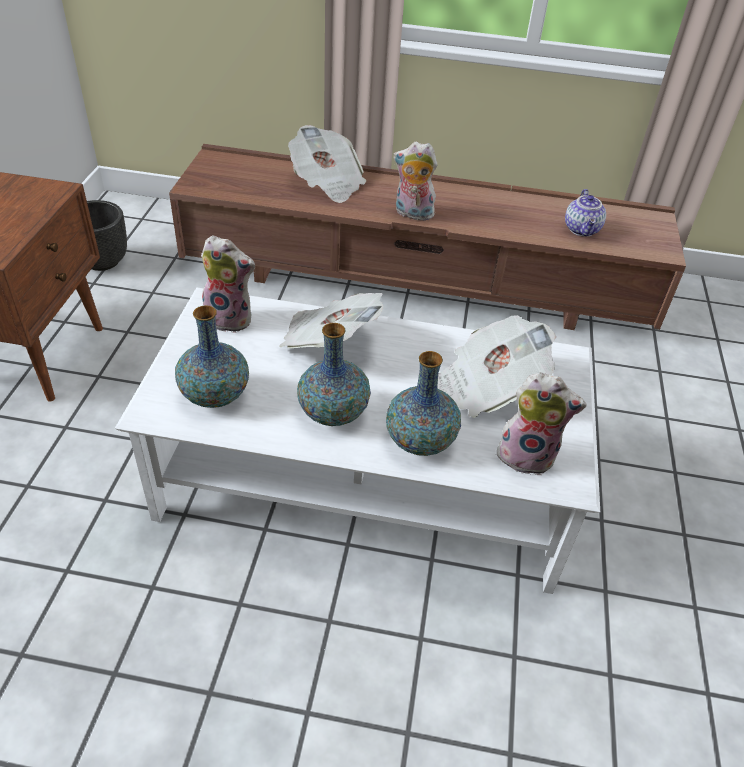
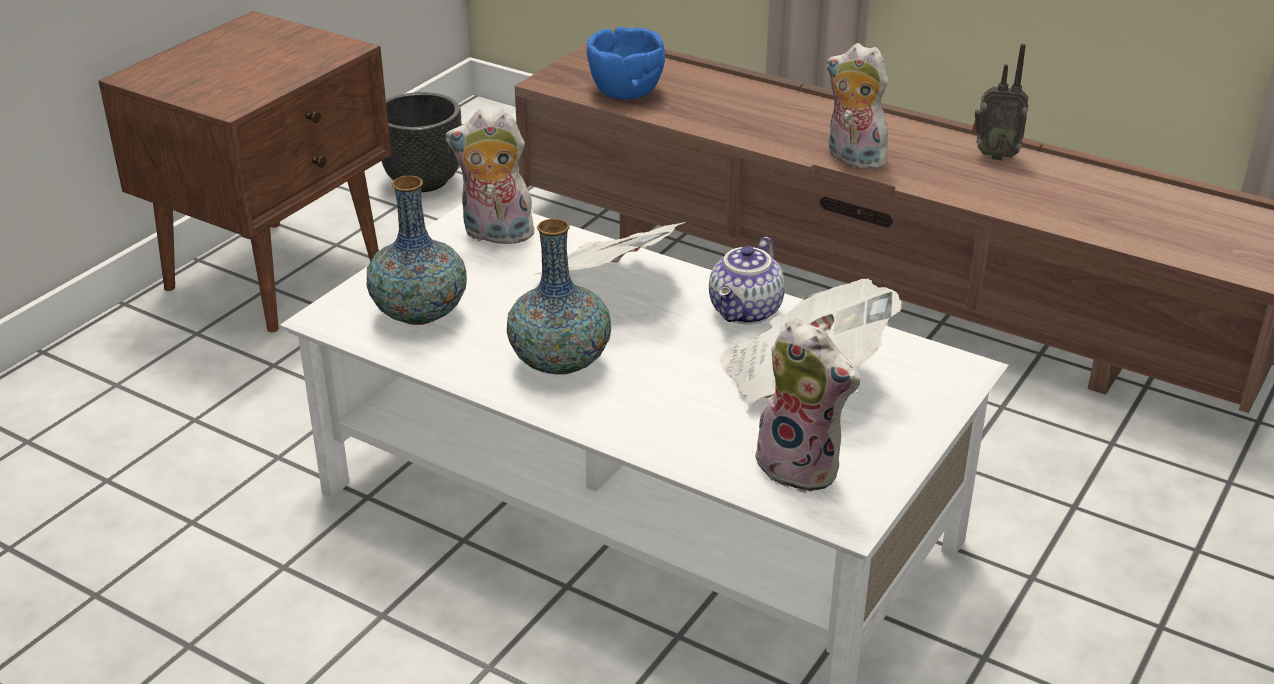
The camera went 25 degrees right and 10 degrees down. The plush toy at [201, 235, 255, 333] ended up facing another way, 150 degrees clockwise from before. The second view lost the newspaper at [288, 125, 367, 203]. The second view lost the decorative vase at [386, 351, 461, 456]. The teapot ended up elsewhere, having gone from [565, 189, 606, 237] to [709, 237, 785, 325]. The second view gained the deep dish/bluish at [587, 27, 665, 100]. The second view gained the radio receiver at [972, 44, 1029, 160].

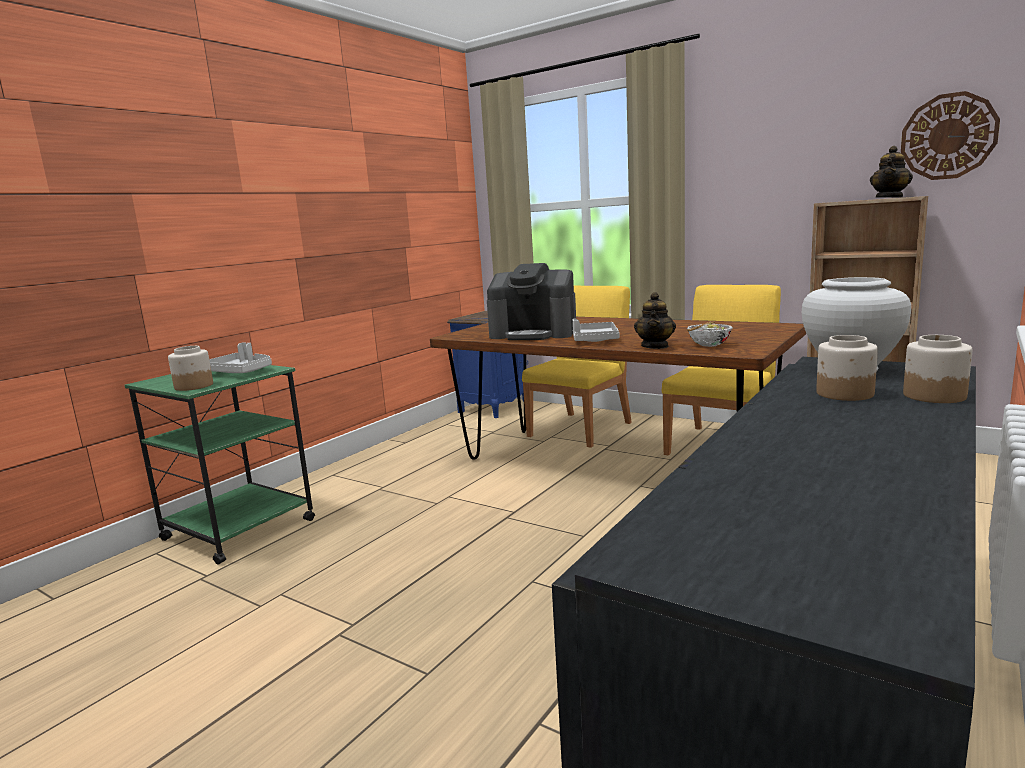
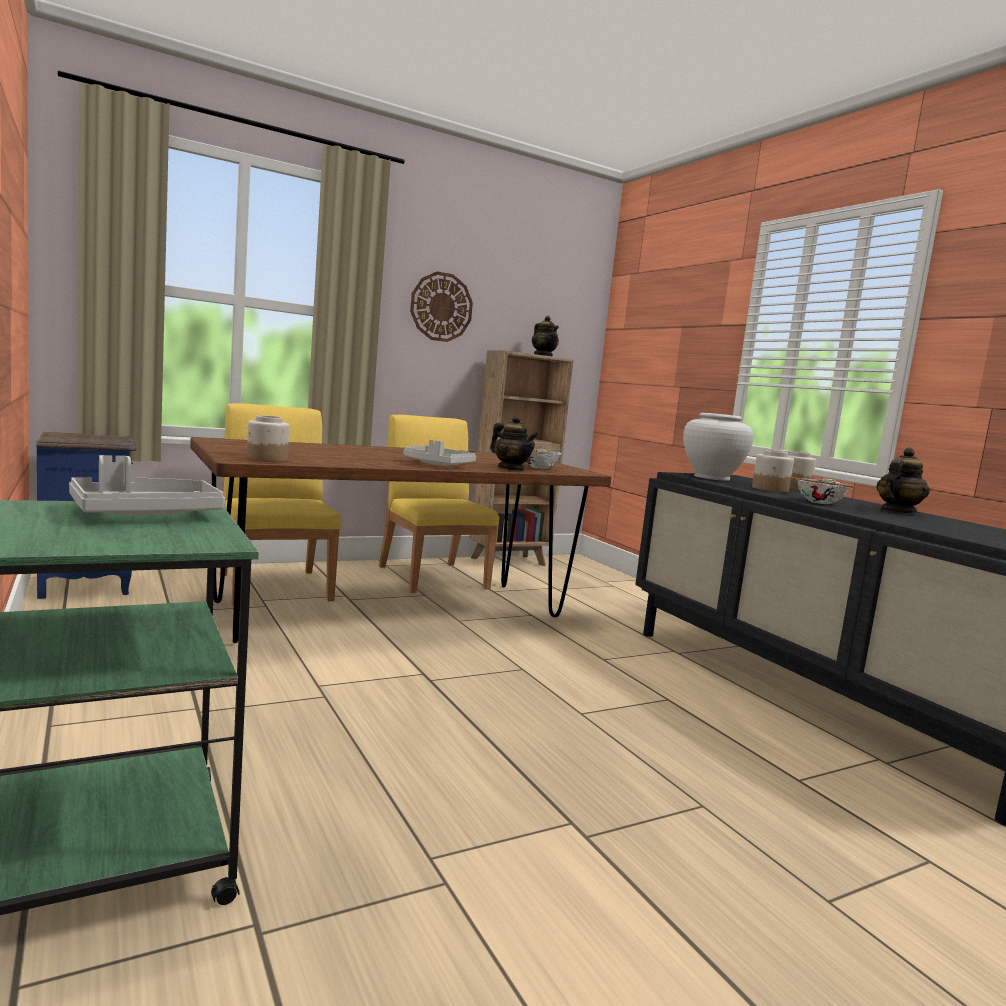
The camera went 65 degrees left and 5 degrees down. The storage jar ended up elsewhere, having gone from [168, 346, 213, 391] to [247, 415, 290, 462]. The second view lost the coffee machine at [487, 263, 576, 340]. The clock on the wall ended up elsewhere, having gone from [901, 91, 1000, 180] to [410, 271, 473, 342]. The second view gained the deep dish at [788, 477, 855, 504]. The second view gained the teapot at [876, 448, 930, 513].

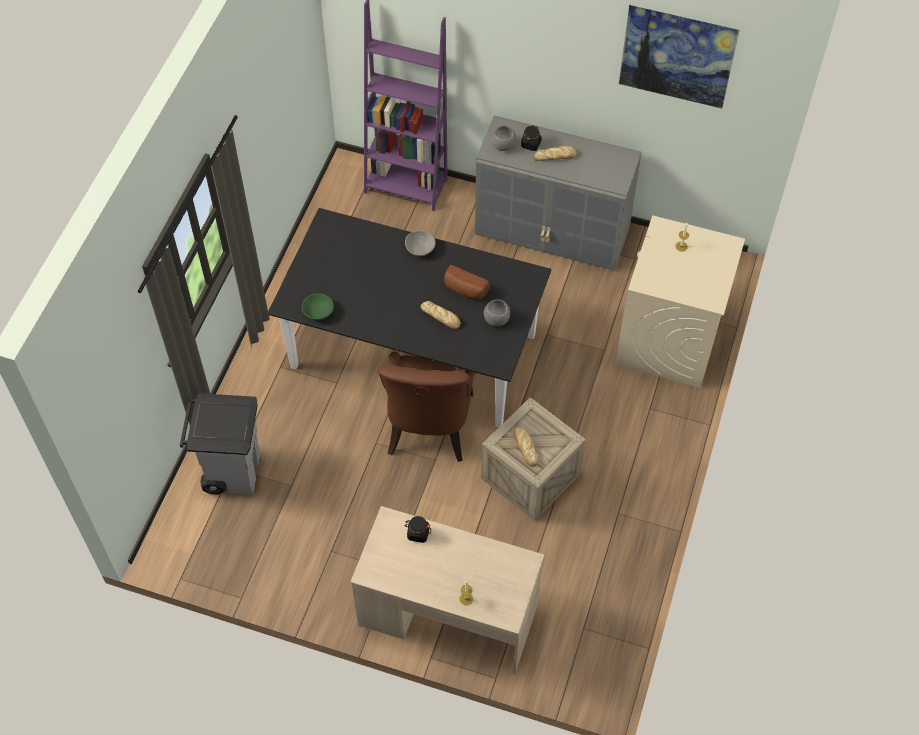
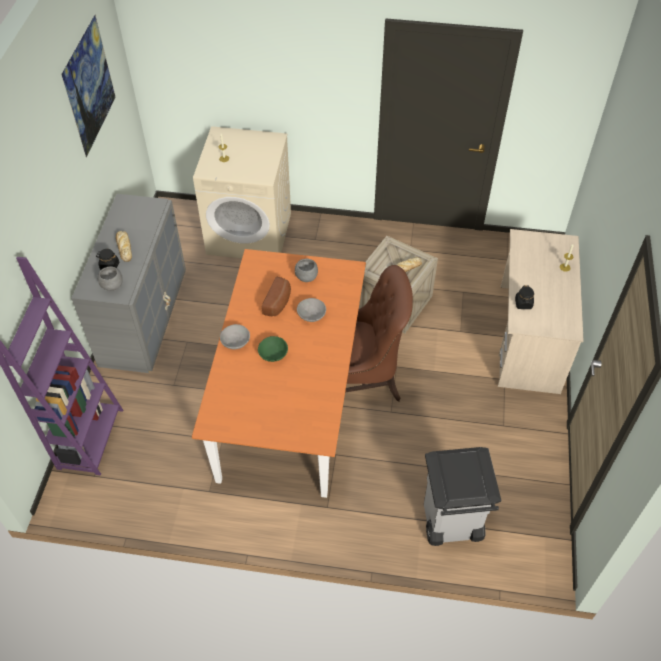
The camera went 100 degrees left and 5 degrees down. What was the kitchen table/blackish at [268, 208, 551, 427] turned into the kitchen table/orange-coloured at [192, 249, 366, 498]. The deep dish/green ended up elsewhere, having gone from [302, 293, 334, 320] to [258, 336, 288, 362]. Where the bread stood at [421, 301, 461, 329], the deep dish/gray came to stand at [297, 298, 326, 322].

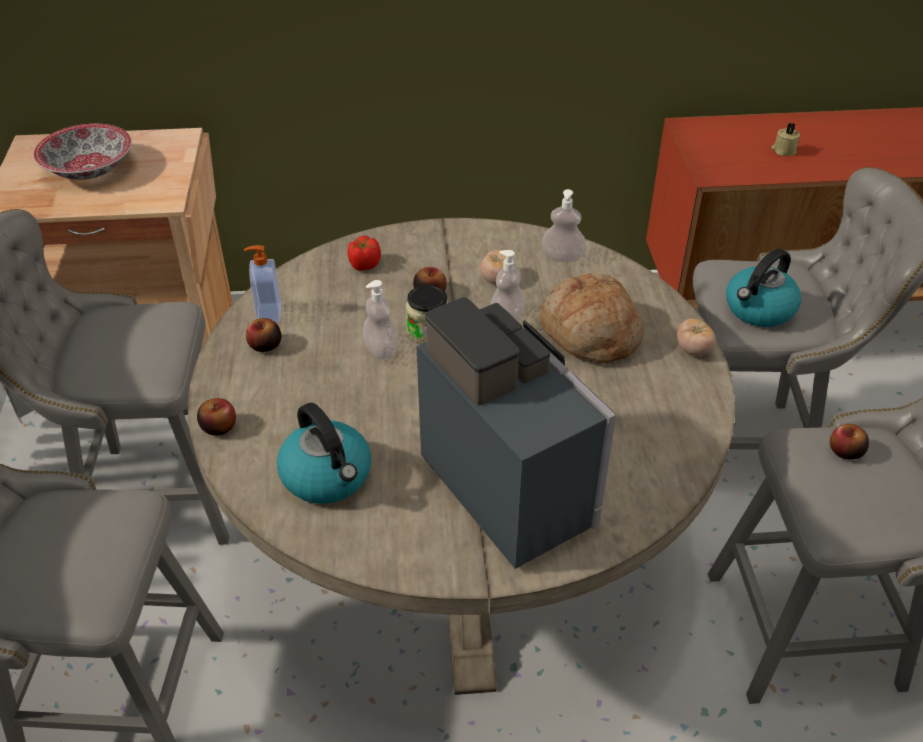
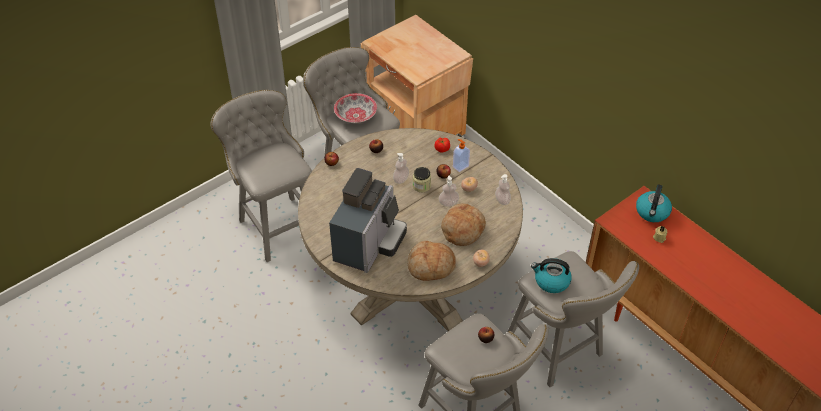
The camera went 55 degrees right and 5 degrees up. The deep dish ended up elsewhere, having gone from [33, 124, 132, 180] to [334, 93, 377, 124]. The soap bottle ended up elsewhere, having gone from [244, 245, 281, 323] to [453, 139, 470, 172]. The water kettle ended up elsewhere, having gone from [277, 403, 371, 504] to [636, 184, 672, 222]. The second view gained the bread at [408, 241, 456, 281].

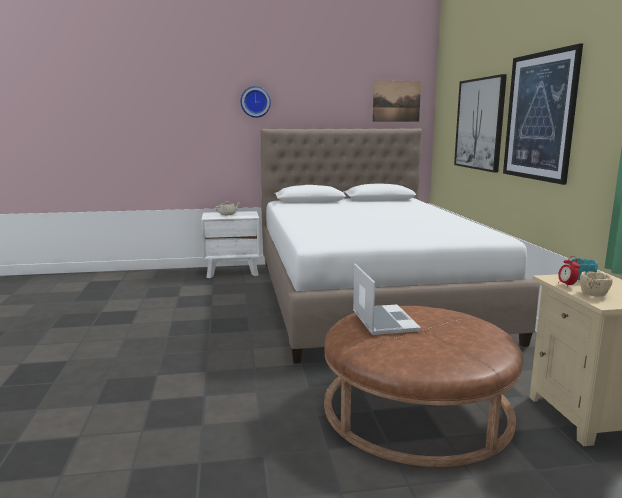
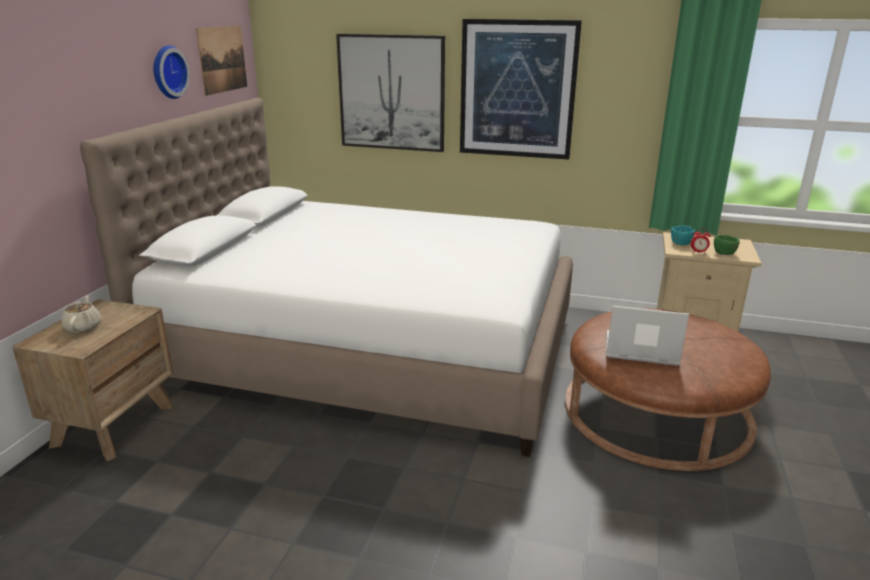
The camera went 65 degrees left and 10 degrees up. What was the nightstand/whitish at [201, 211, 260, 278] turned into the nightstand/brownish at [12, 299, 173, 461]. The clock on the wall ended up elsewhere, having gone from [240, 86, 271, 118] to [153, 45, 190, 99]. What was the deep dish/beige-coloured at [580, 271, 613, 296] turned into the deep dish/green at [714, 235, 740, 255].

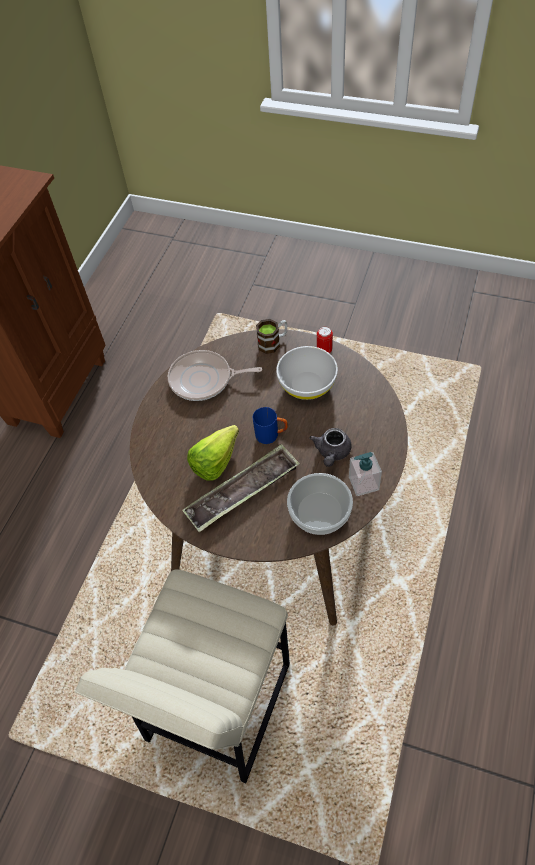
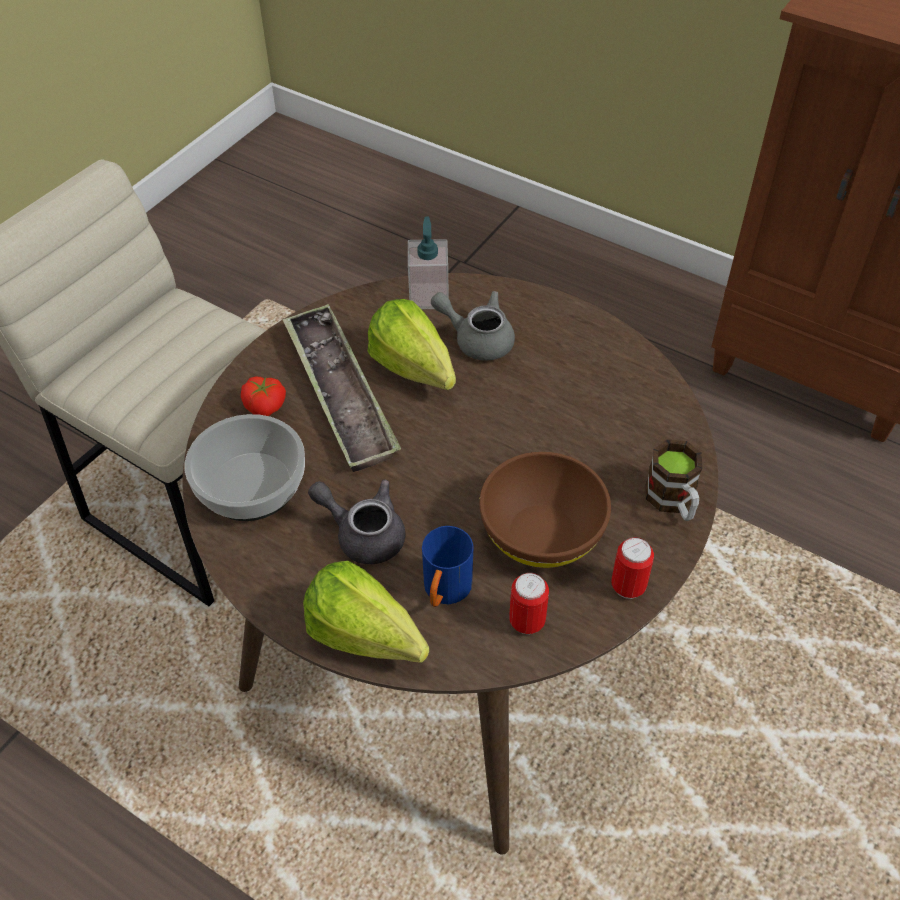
The camera went 100 degrees right and 5 degrees down. The second view lost the frying pan at [168, 350, 262, 401]. The mug/bluish ended up elsewhere, having gone from [253, 407, 288, 444] to [422, 526, 474, 607]. What was the deep dish/whitish at [276, 346, 338, 400] turned into the deep dish/brownish at [479, 452, 611, 568]. The soap bottle ended up elsewhere, having gone from [349, 452, 382, 496] to [408, 217, 449, 309]. The second view gained the whole tomato at [241, 376, 286, 416]. The second view gained the lettuce at [303, 561, 429, 663]. The second view gained the teapot/gray at [431, 291, 515, 361]. The second view gained the can at [509, 573, 549, 634].

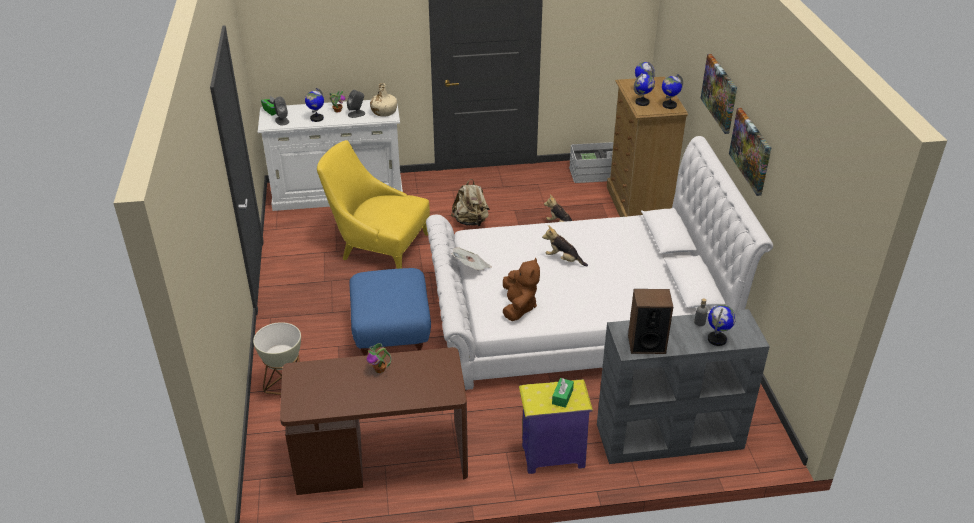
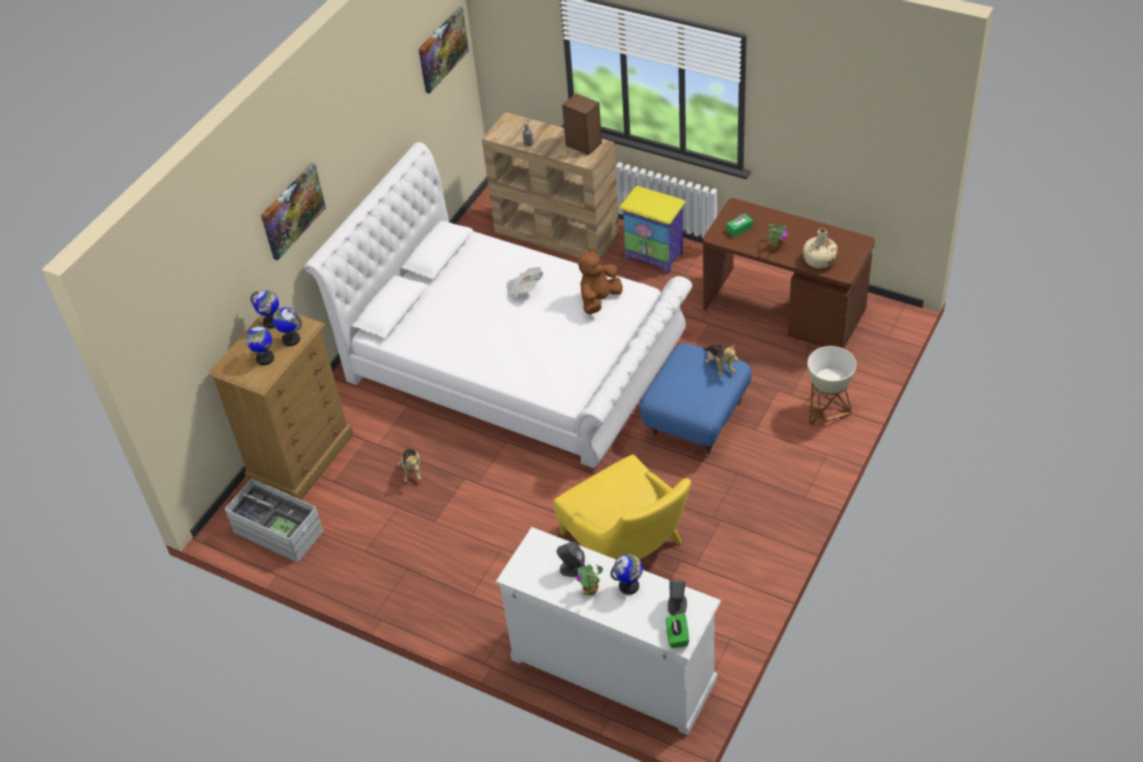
The camera went 140 degrees left and 10 degrees up. The bottle/beige-coloured ended up elsewhere, having gone from [370, 83, 397, 117] to [803, 228, 838, 269]. The second view lost the rucksack/beige-coloured at [451, 179, 490, 226]. The newspaper ended up elsewhere, having gone from [451, 247, 492, 271] to [506, 267, 543, 297]. The plush toy ended up elsewhere, having gone from [542, 225, 588, 267] to [703, 344, 738, 376]. The box of tissues/green ended up elsewhere, having gone from [552, 378, 574, 408] to [726, 214, 753, 238]. What was the bookshelf/gray at [597, 309, 770, 464] turned into the bookshelf/brownish at [482, 112, 620, 261]. The second view lost the desk globe at [708, 305, 736, 346]. The picture ended up elsewhere, having gone from [729, 108, 771, 196] to [418, 7, 469, 94].

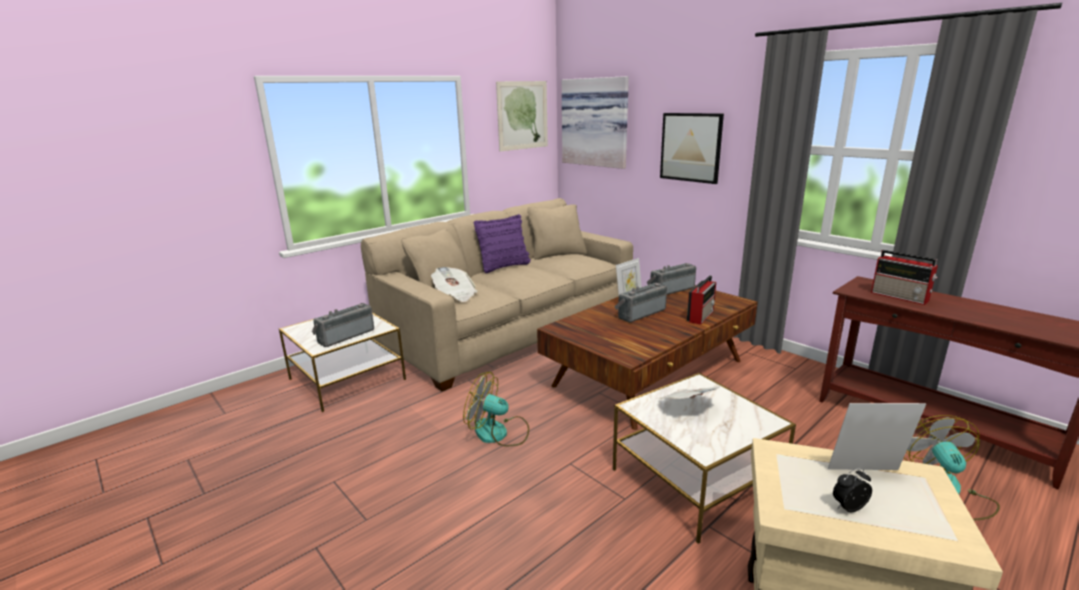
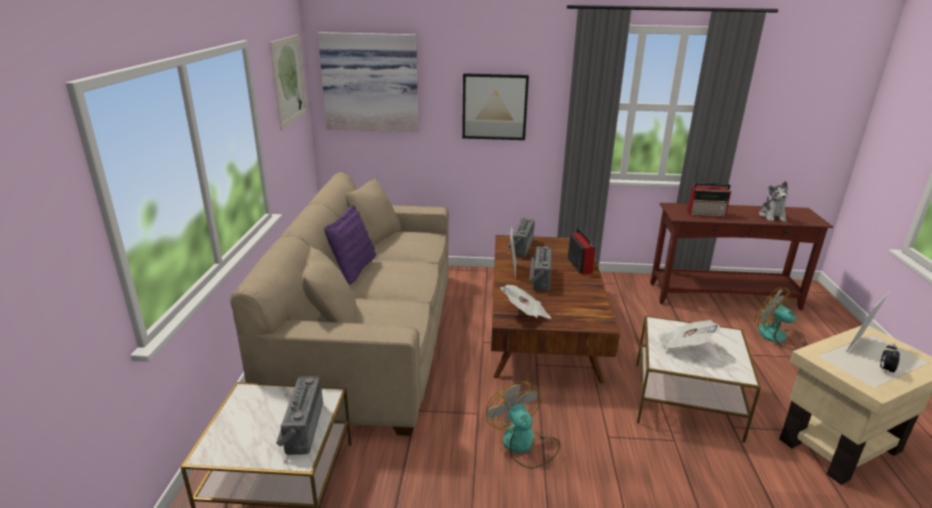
The camera went 45 degrees left and 5 degrees up. The newspaper ended up elsewhere, having gone from [431, 267, 478, 302] to [501, 285, 551, 319]. The cooling fan at [463, 372, 529, 447] ended up facing another way, 90 degrees clockwise from before. The second view gained the plush toy at [759, 181, 788, 222].

